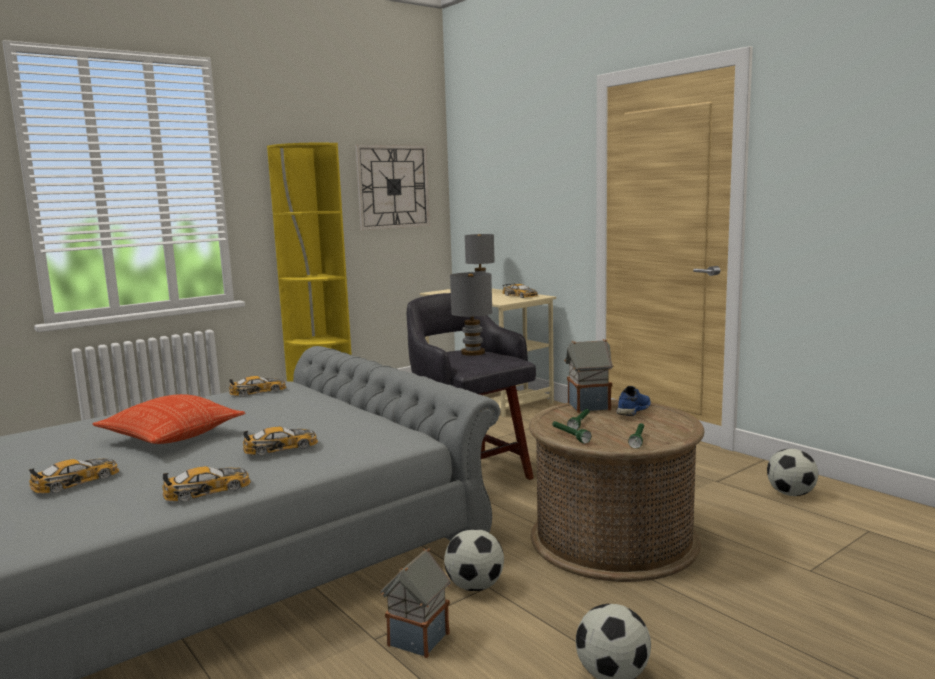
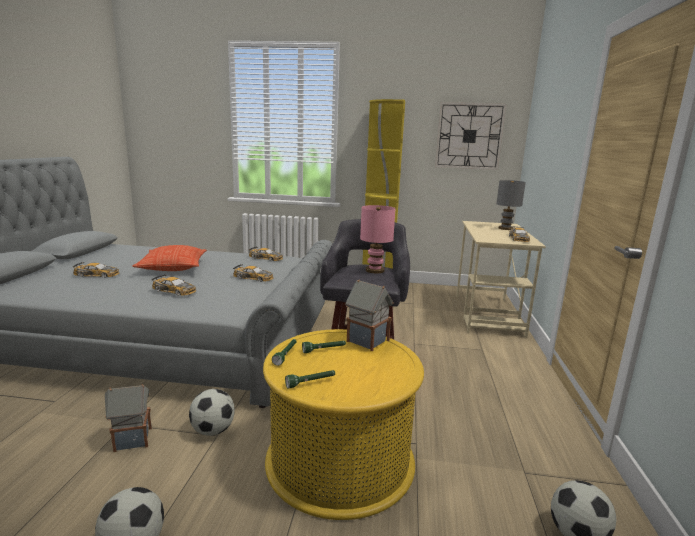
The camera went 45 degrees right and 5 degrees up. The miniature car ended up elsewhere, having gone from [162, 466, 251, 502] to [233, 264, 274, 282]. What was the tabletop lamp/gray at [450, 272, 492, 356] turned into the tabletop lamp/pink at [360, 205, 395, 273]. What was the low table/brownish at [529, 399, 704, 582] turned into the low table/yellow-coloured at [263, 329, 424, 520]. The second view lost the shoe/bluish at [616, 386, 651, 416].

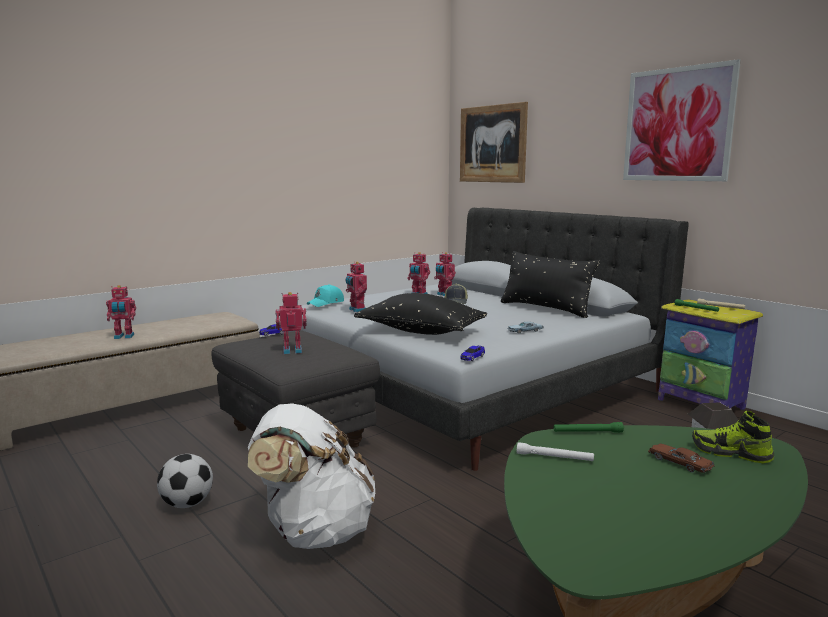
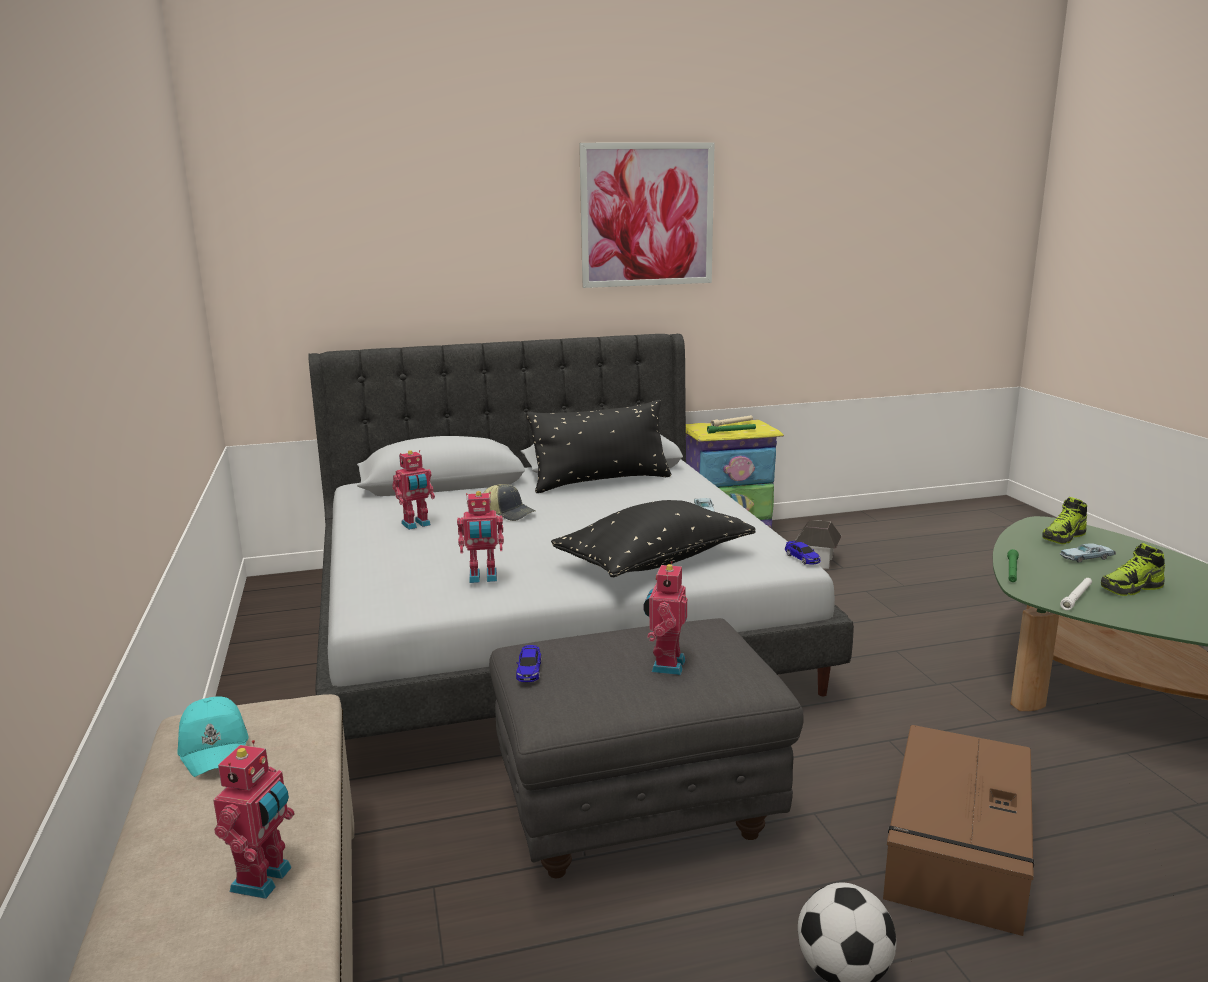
The camera went 65 degrees left and 5 degrees up. Where the rucksack/whitish stood at [248, 403, 375, 549], the storage bin/brownish came to stand at [883, 725, 1035, 936]. The cap/turquoise-coloured ended up elsewhere, having gone from [307, 284, 344, 307] to [177, 697, 248, 777]. The second view lost the robot figure at [434, 252, 456, 296]. The second view lost the picture at [460, 102, 528, 183]. What was the miniature car/brownish at [648, 443, 715, 473] turned into the miniature car/bluish at [1059, 543, 1116, 563]. The second view gained the shoe at [1101, 543, 1165, 596].

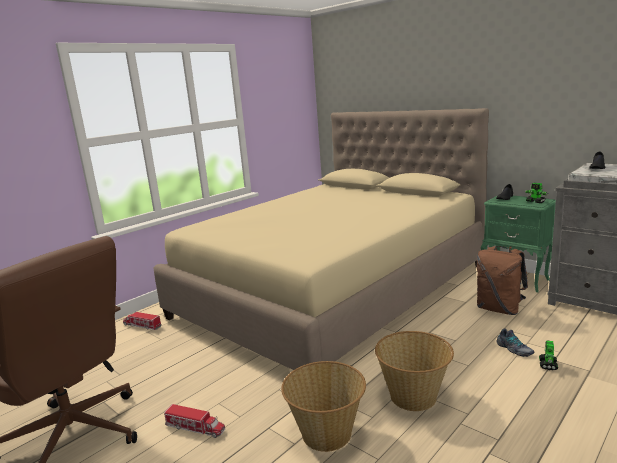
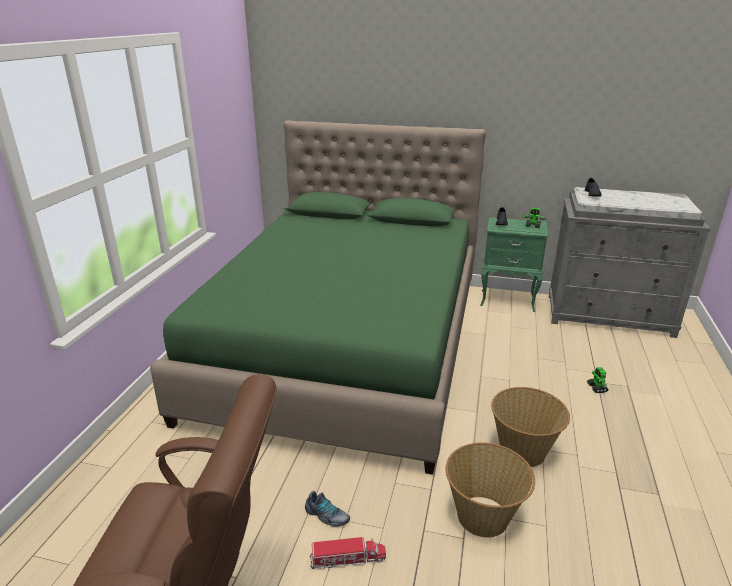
The camera went 30 degrees left and 10 degrees up. The second view lost the toy lorry at [123, 311, 162, 330]. What was the sleeping bed/beige-coloured at [153, 108, 489, 370] turned into the sleeping bed/green at [150, 120, 486, 475]. The second view lost the rucksack/brownish at [477, 246, 528, 315]. The shoe ended up elsewhere, having gone from [497, 329, 534, 357] to [305, 491, 350, 527].

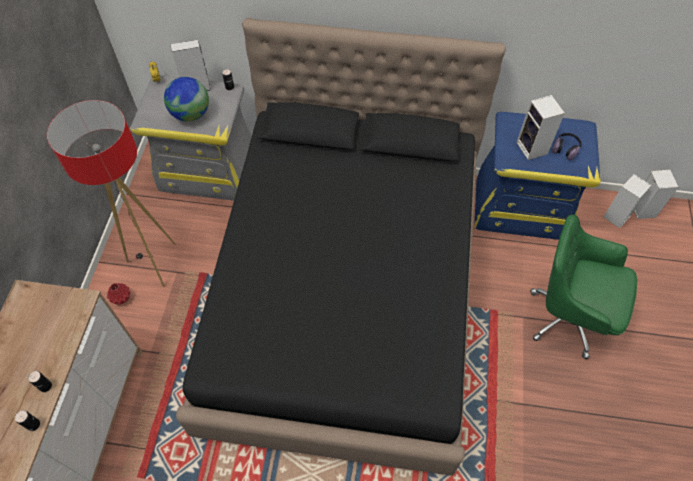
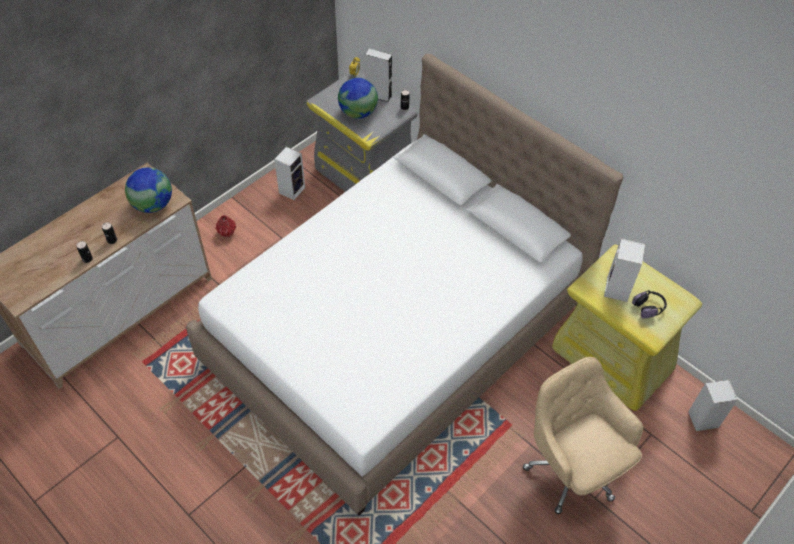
The camera went 35 degrees right and 5 degrees down. The second view lost the standing lamp at [47, 100, 176, 287]. What was the sleeping bed/blackish at [176, 18, 506, 476] turned into the sleeping bed/whitish at [186, 54, 623, 516]. What was the nightstand/bluish at [474, 112, 601, 240] turned into the nightstand/yellow-coloured at [552, 244, 702, 411]. What was the desk chair/green at [530, 215, 637, 359] turned into the desk chair/beige-coloured at [523, 357, 643, 514]. The speaker ended up elsewhere, having gone from [634, 169, 679, 219] to [274, 147, 305, 200]. The second view gained the desk globe at [125, 167, 172, 213].

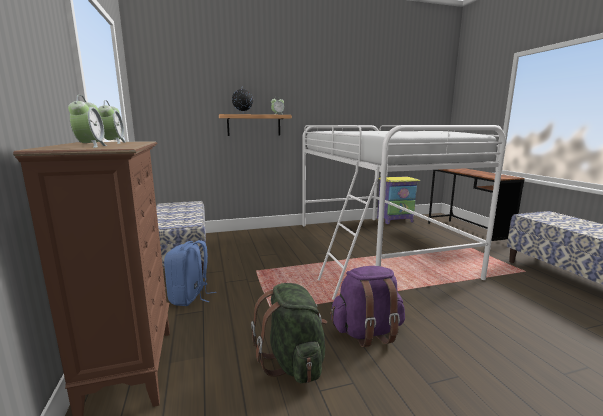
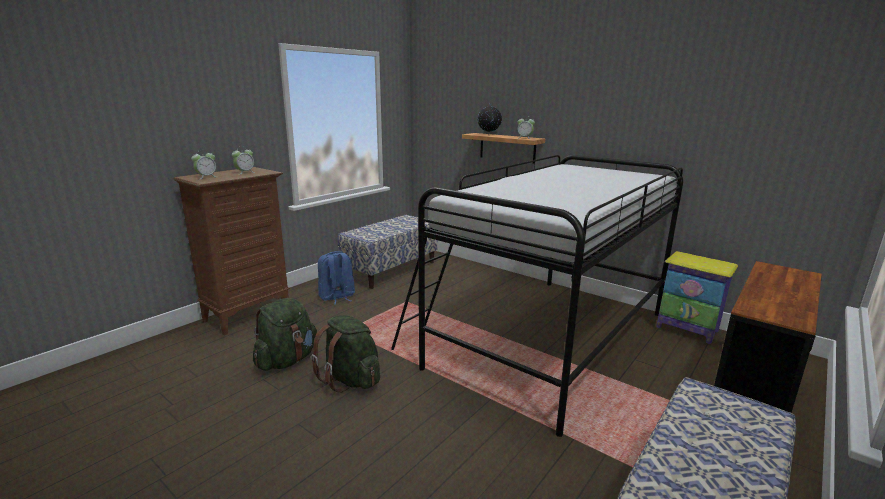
The camera went 55 degrees right and 5 degrees up. What was the sleeping bed/whitish at [302, 125, 506, 299] turned into the sleeping bed/blackish at [391, 155, 683, 437]. What was the rucksack/purple at [330, 266, 405, 347] turned into the rucksack/green at [311, 315, 380, 393].

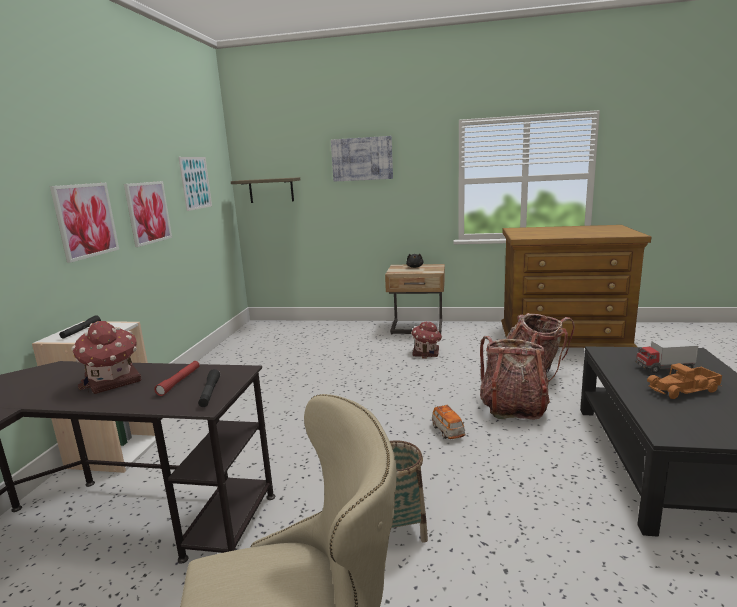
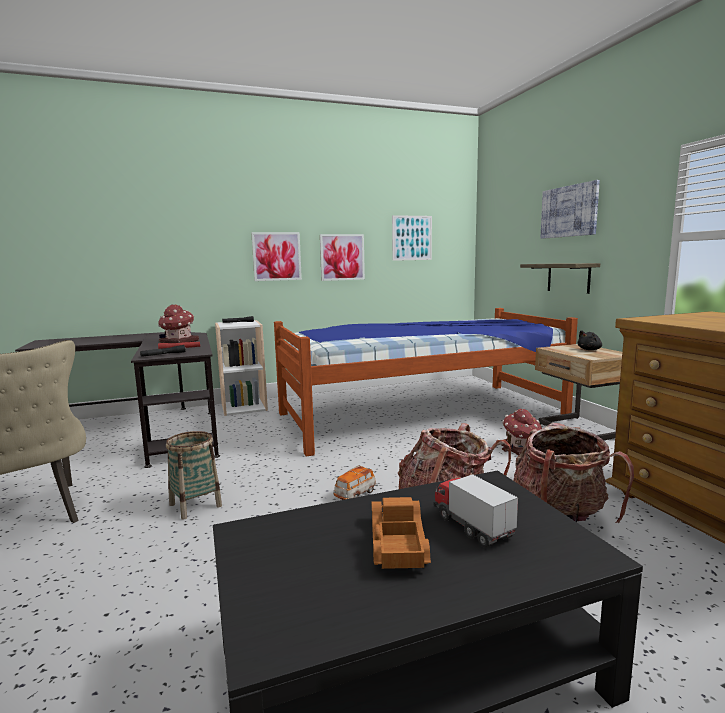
The camera went 60 degrees right and 5 degrees down. The wall shelf ended up elsewhere, having gone from [231, 177, 300, 203] to [520, 263, 600, 294]. The toy lorry at [647, 363, 722, 399] ended up facing another way, 45 degrees clockwise from before. The second view gained the sleeping bed at [274, 308, 578, 457].

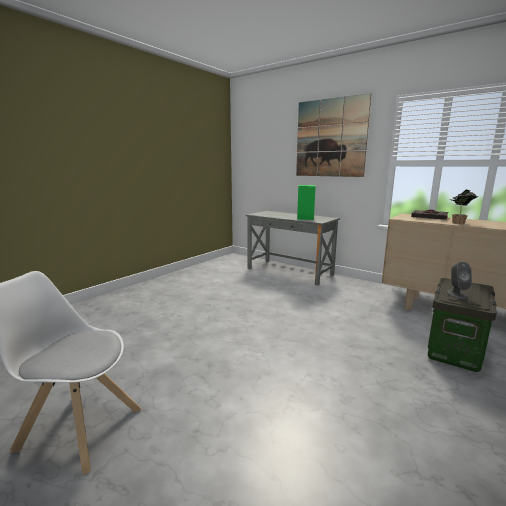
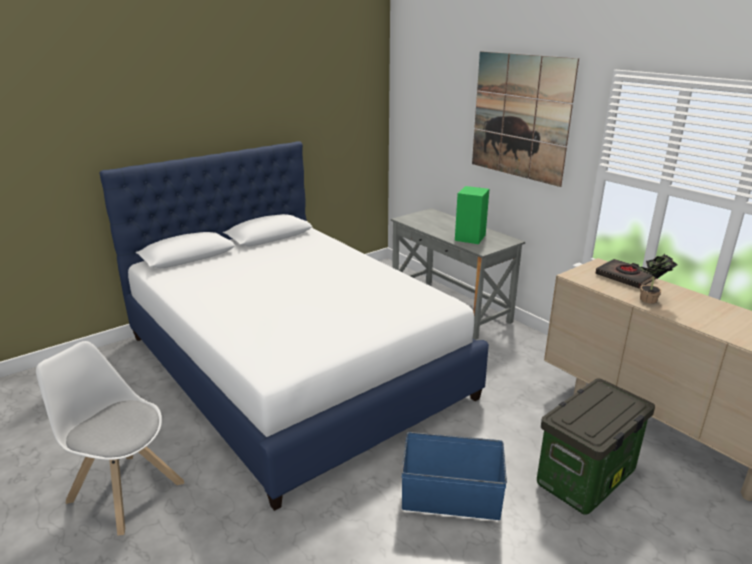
The camera went 15 degrees right and 10 degrees up. The second view lost the speaker/gray at [446, 262, 472, 299]. The second view gained the sleeping bed/whitish at [99, 141, 489, 511]. The second view gained the storage bin/bluish at [402, 432, 507, 520].

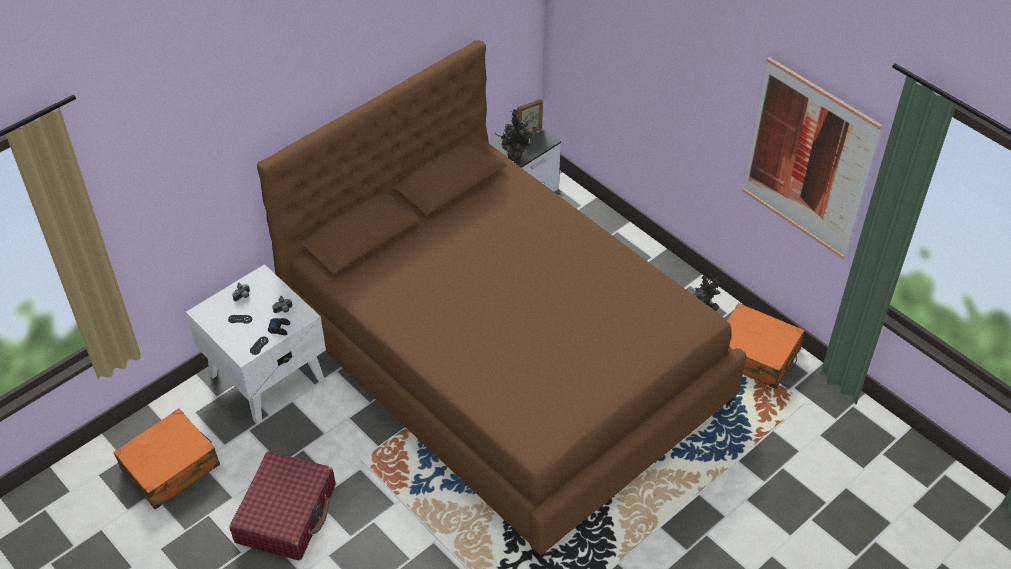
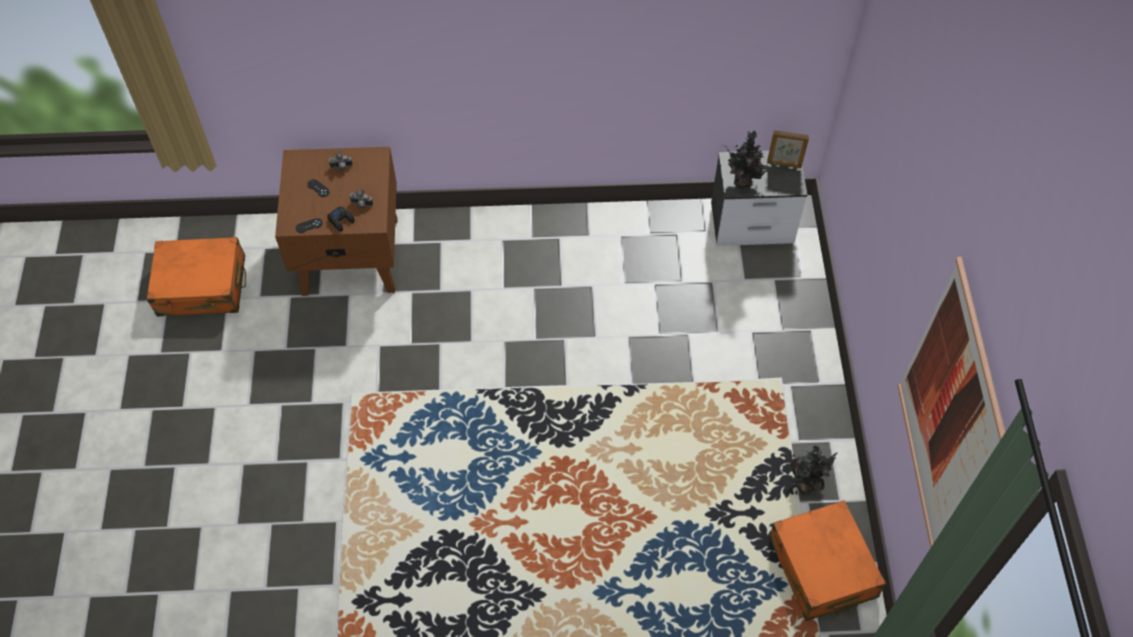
The camera went 40 degrees right and 10 degrees up. What was the nightstand/whitish at [186, 264, 326, 424] turned into the nightstand/brownish at [275, 147, 397, 296]. The second view lost the suitcase/reddish at [229, 451, 335, 561]. The second view lost the sleeping bed/brownish at [257, 40, 747, 560].

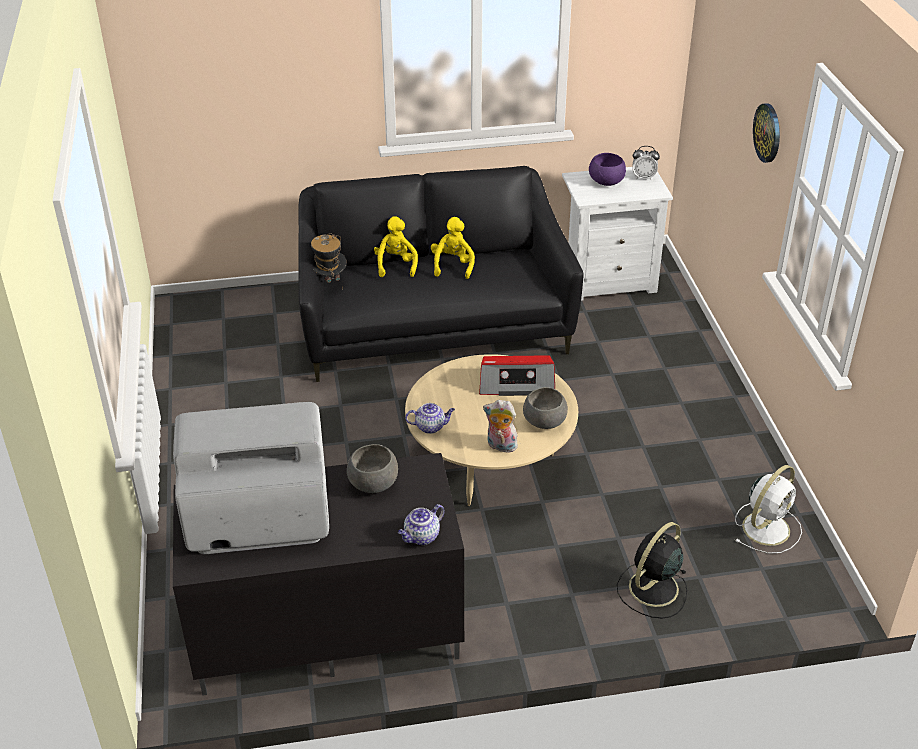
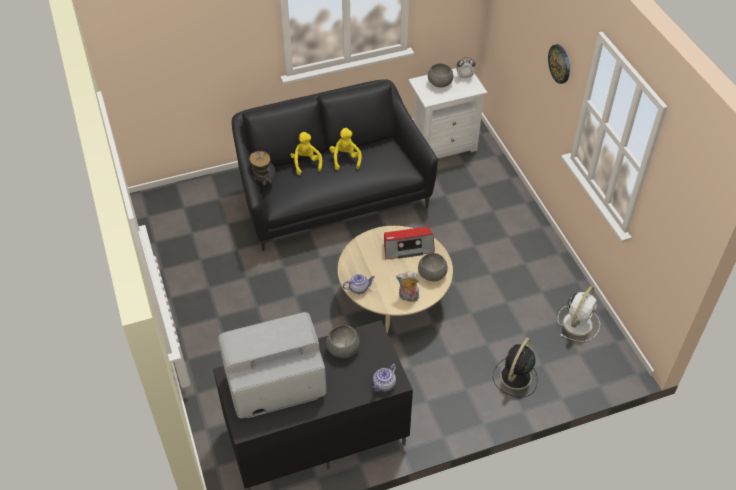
The camera went 10 degrees left and 10 degrees up. What was the deep dish/purple at [589, 153, 626, 186] turned into the deep dish/gray at [428, 63, 453, 88].

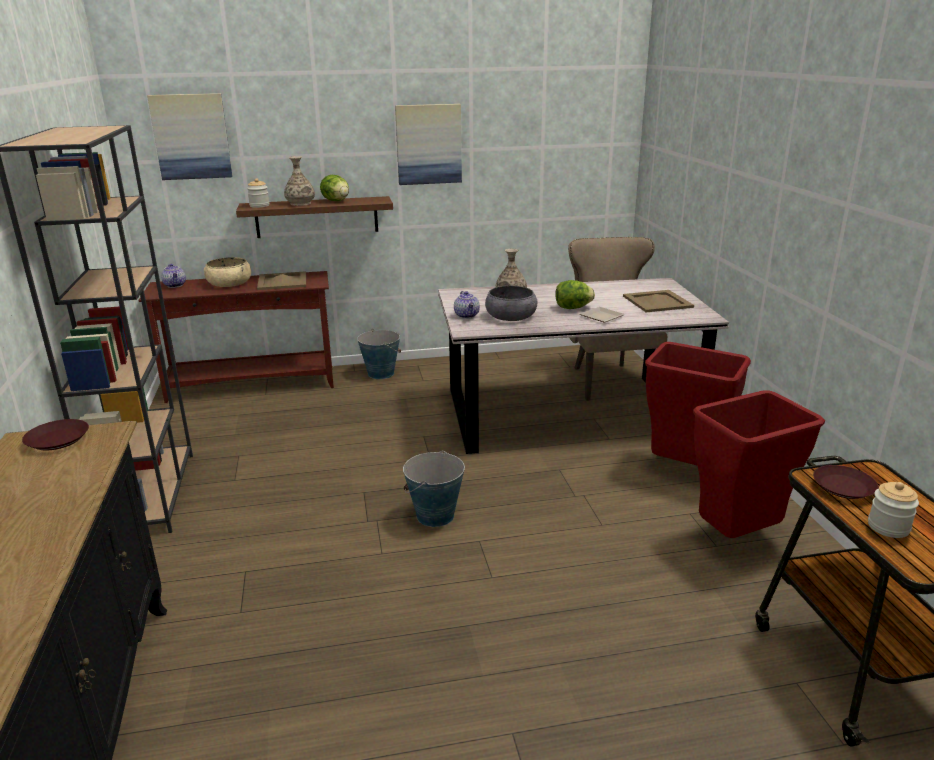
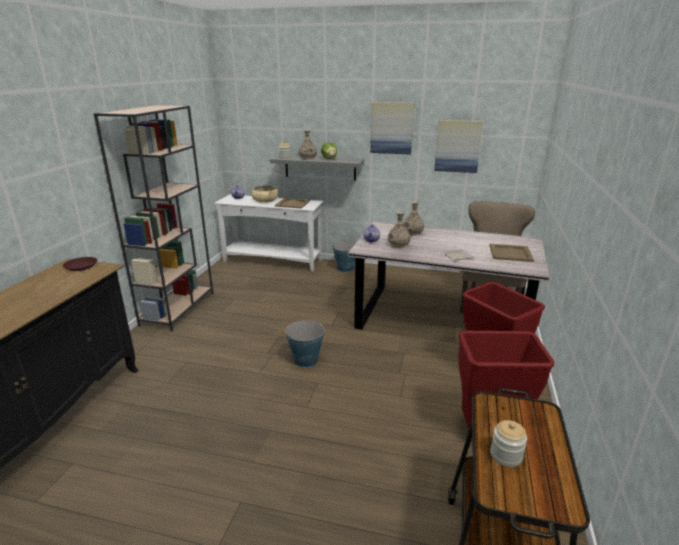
The camera went 25 degrees right and 0 degrees up. What was the narrow table/brownish at [139, 271, 334, 403] turned into the narrow table/whitish at [214, 194, 323, 272]. The picture ended up elsewhere, having gone from [147, 93, 233, 180] to [434, 120, 483, 173]. What was the wall shelf/brownish at [236, 196, 393, 238] turned into the wall shelf/gray at [270, 155, 364, 181]. Where the deep dish/gray stood at [485, 286, 537, 321], the decorative vase came to stand at [388, 211, 410, 248]. The second view lost the lettuce at [555, 280, 595, 309]. The second view lost the flat dish/brownish at [813, 465, 879, 499].

